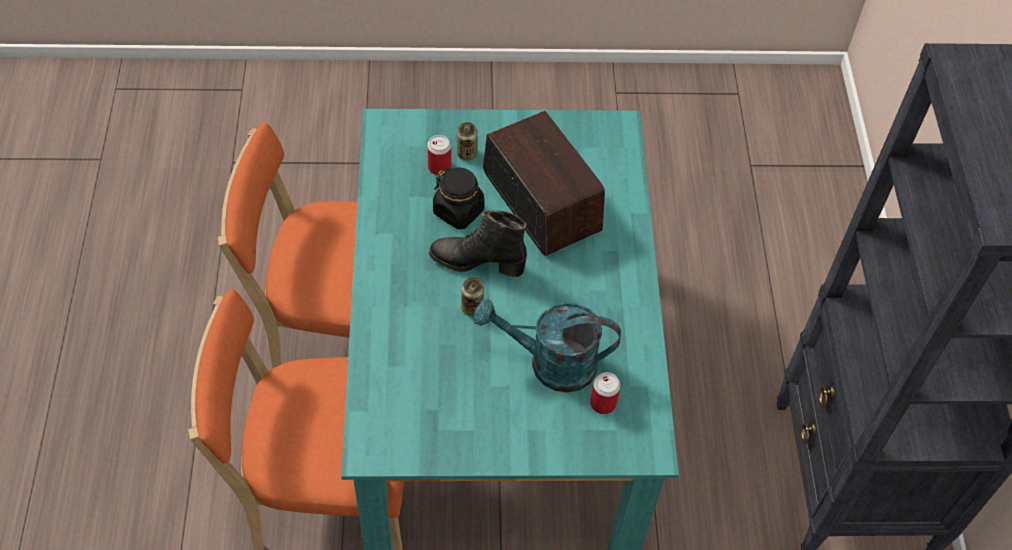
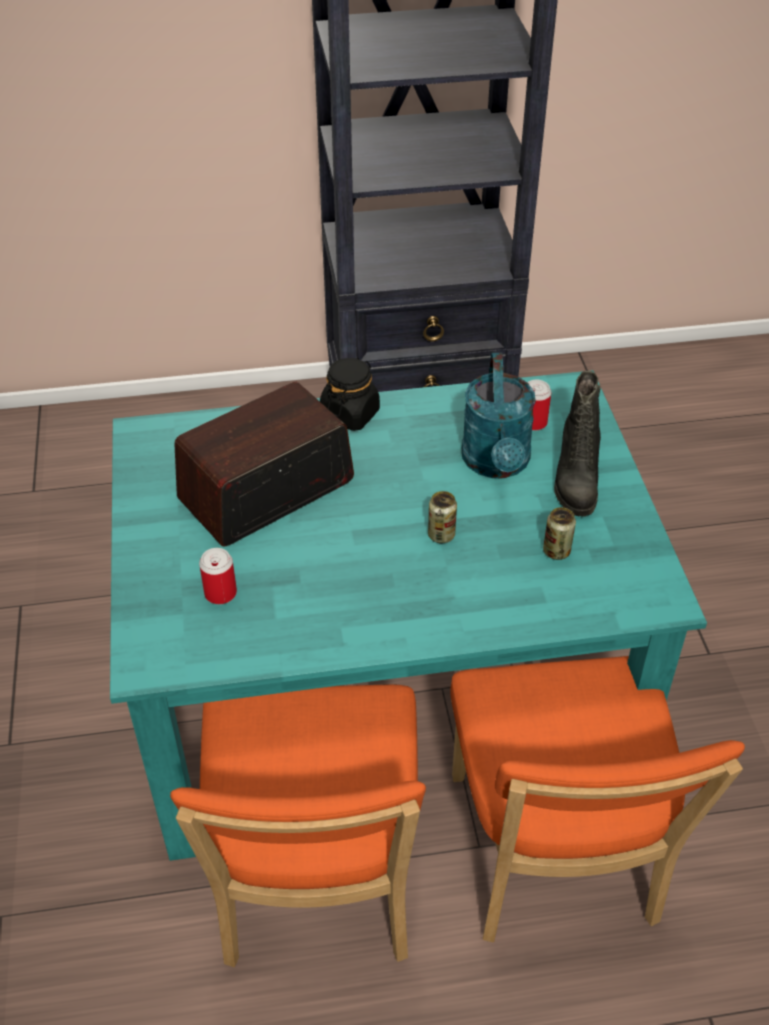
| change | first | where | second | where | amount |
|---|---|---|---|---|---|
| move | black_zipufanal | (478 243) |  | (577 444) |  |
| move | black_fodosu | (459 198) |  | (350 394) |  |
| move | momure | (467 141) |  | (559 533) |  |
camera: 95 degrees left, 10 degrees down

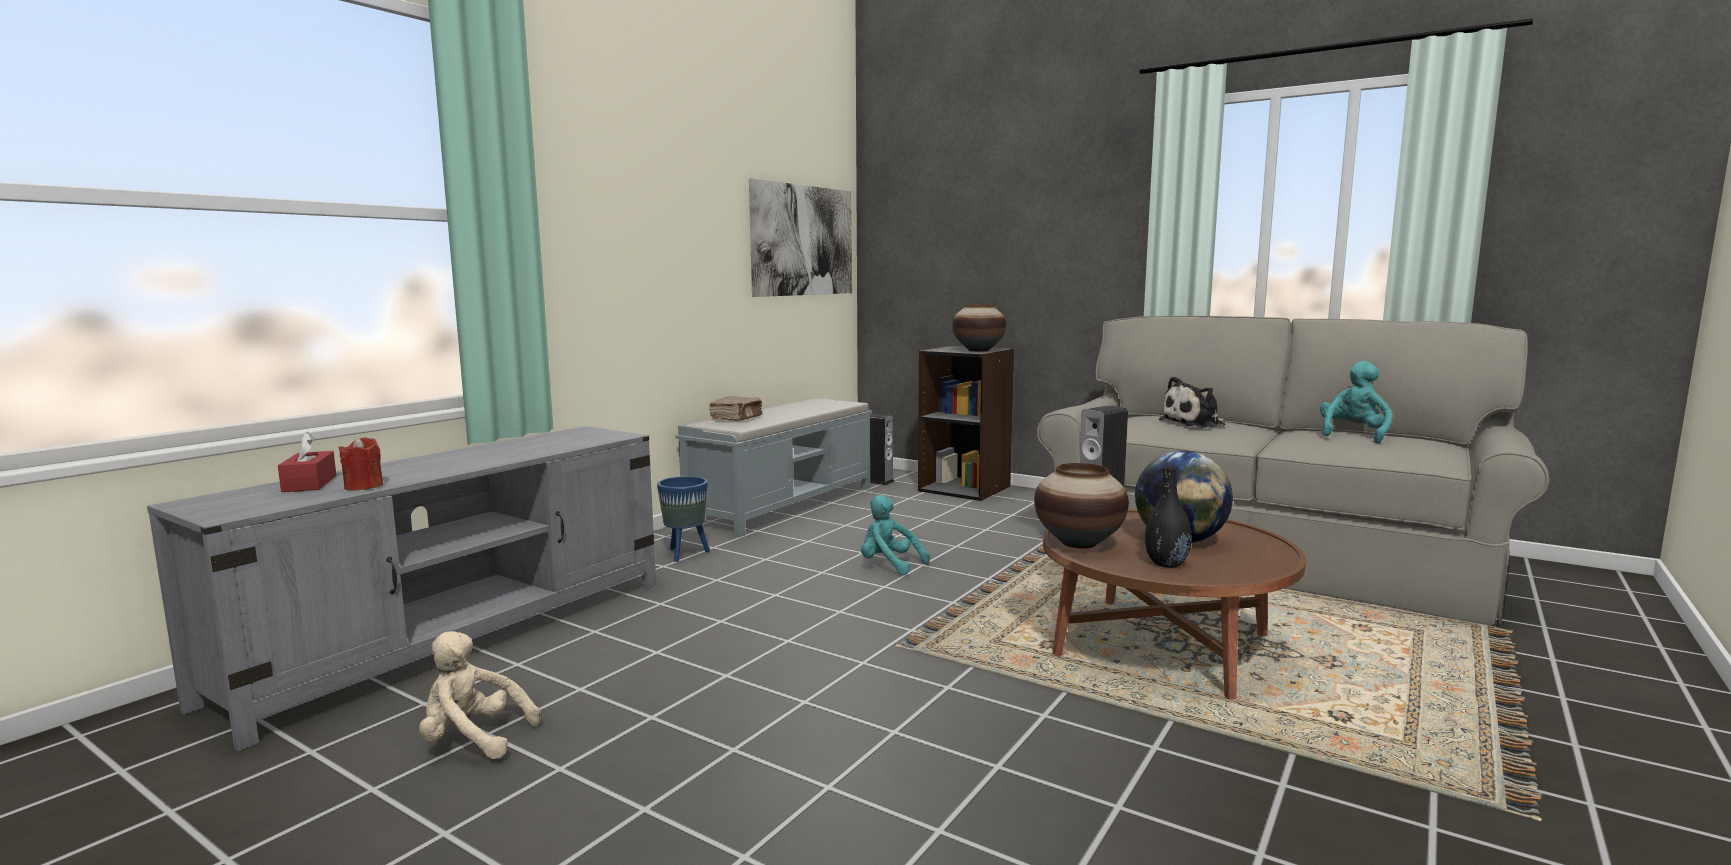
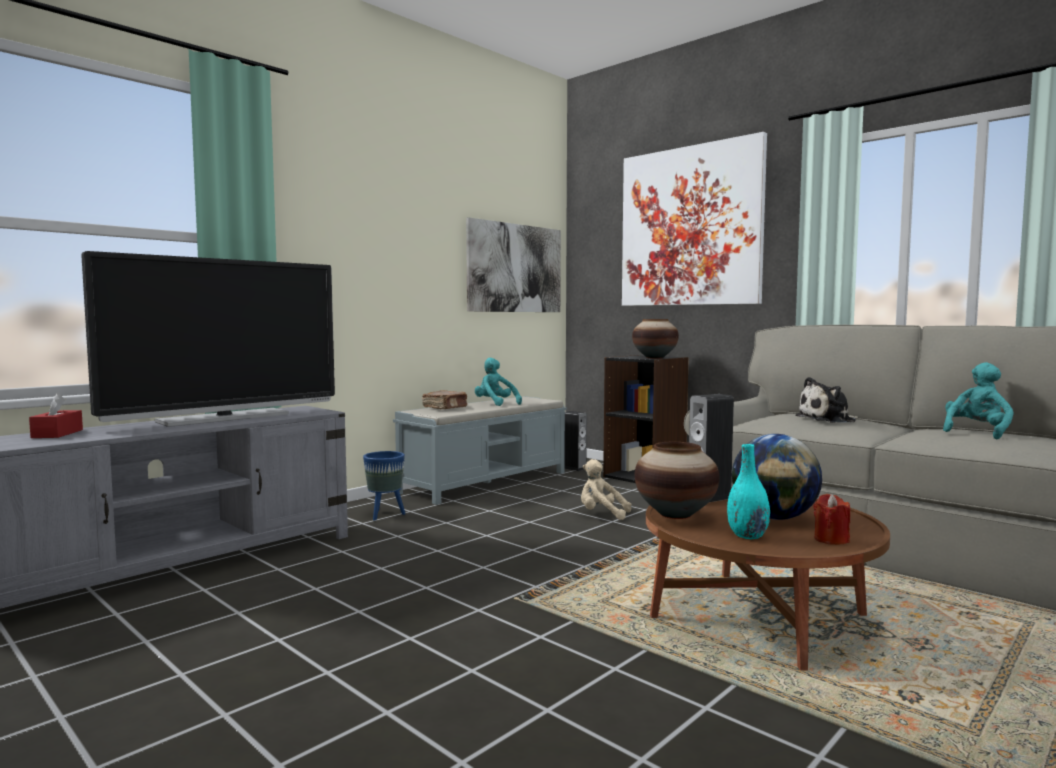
| change | first | where | second | where | amount |
|---|---|---|---|---|---|
| insert |  |  | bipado | (208 339) |  |
| insert |  |  | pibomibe | (694 219) |  |
| move | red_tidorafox | (361 464) |  | (831 519) |  |
| move | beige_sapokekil | (480 695) |  | (606 489) |  |
| move | turquoise_sapokekil | (895 535) |  | (498 381) |  |
| recolor | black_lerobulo | (1168 517) | turquoise_lerobulo | (748 491) |  |
camera: 10 degrees right, 5 degrees down

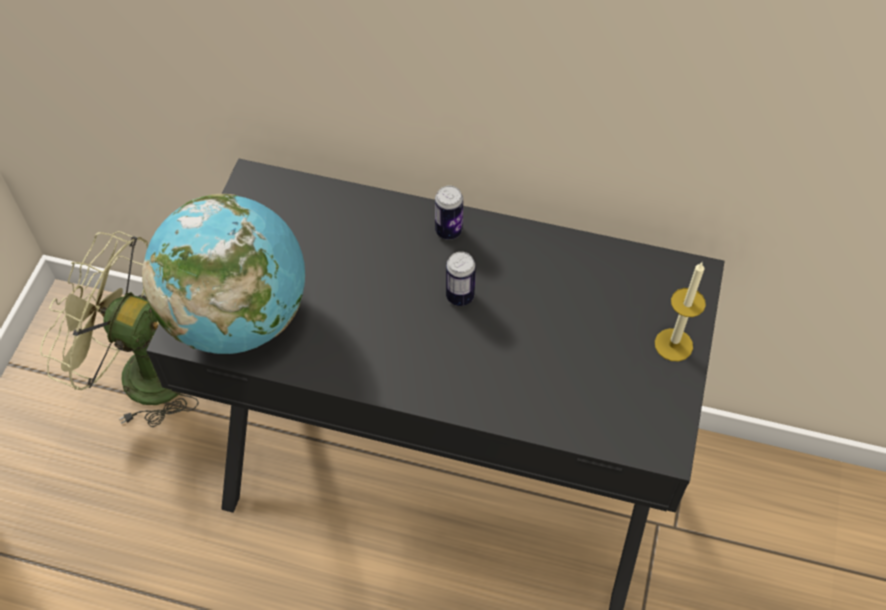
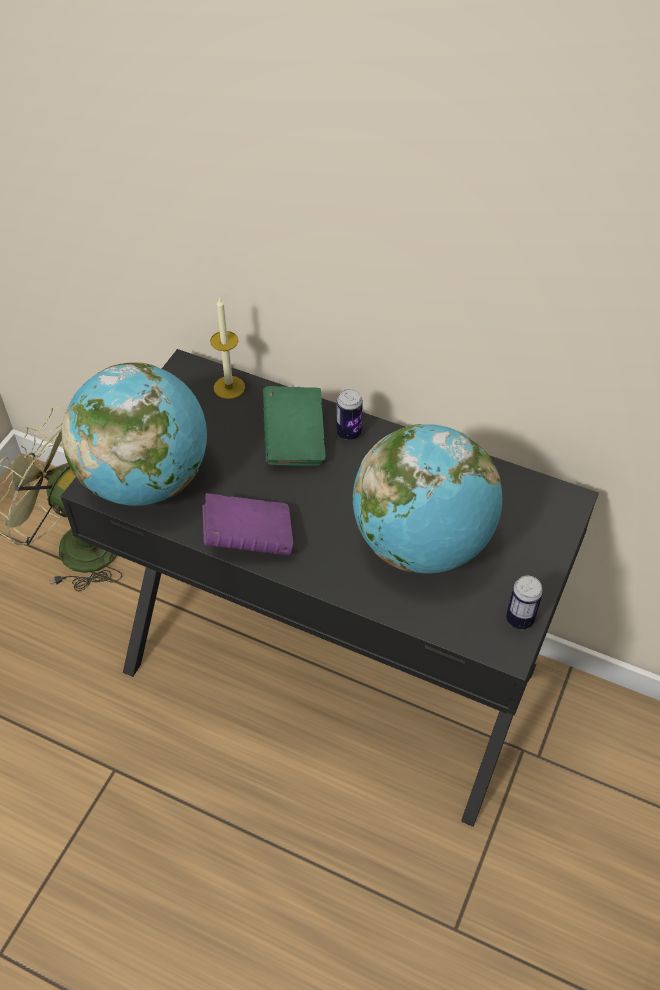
| change | first | where | second | where | amount |
|---|---|---|---|---|---|
| insert |  |  | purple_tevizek | (248 524) |  |
| insert |  |  | green_tevizek | (294 426) |  |
| insert |  |  | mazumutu | (427 499) |  |
| move | momure | (461 279) |  | (524 602) |  |
| move | tidorafox | (680 311) |  | (227 348) |  |
camera: 10 degrees right, 5 degrees down

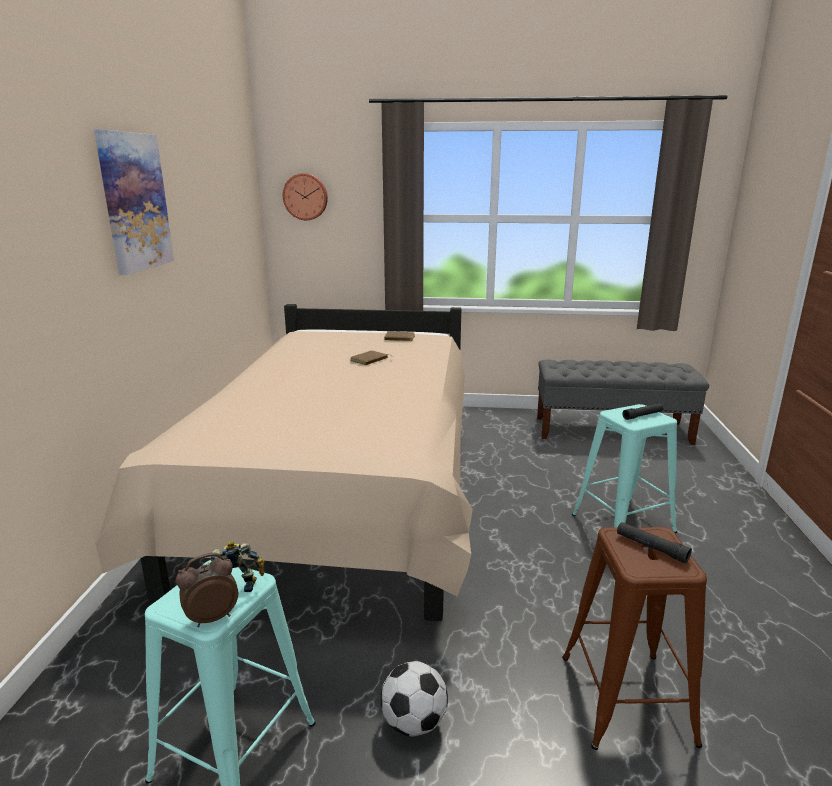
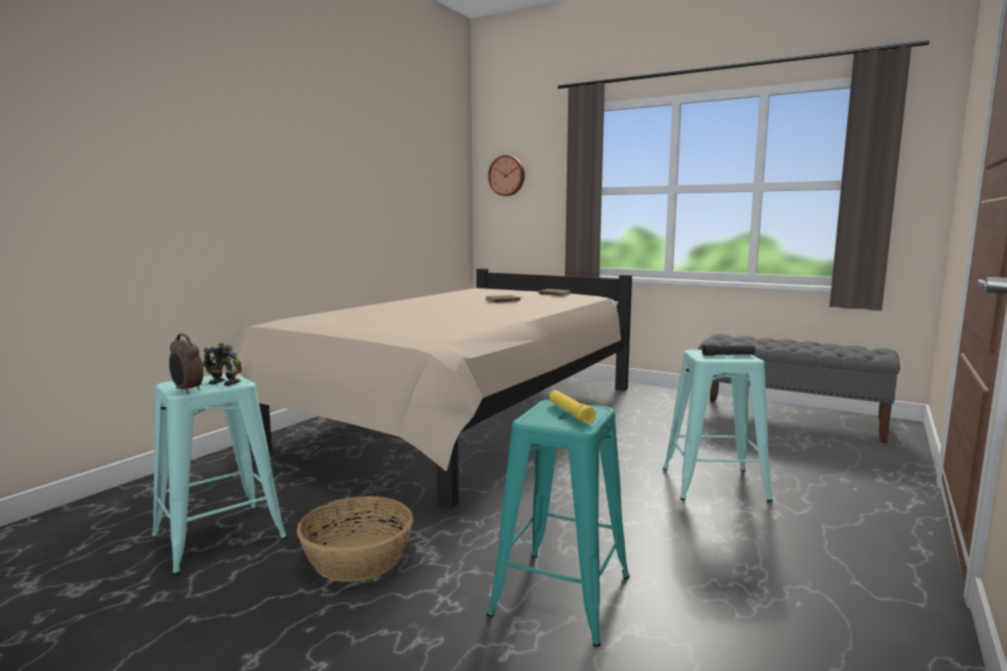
| change | first | where | second | where | amount |
|---|---|---|---|---|---|
| delete | pibomibe | (134 202) |  |  |  |
| replace | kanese | (414 699) | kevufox | (355 539) |  |
| recolor | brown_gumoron | (634 638) | turquoise_gumoron | (558 523) |  |
| recolor | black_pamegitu | (654 542) | yellow_pamegitu | (572 407) |  |
| rotate | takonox | (207 590) |  | (186 364) | 135 degrees counterclockwise |
camera: 25 degrees right, 10 degrees down

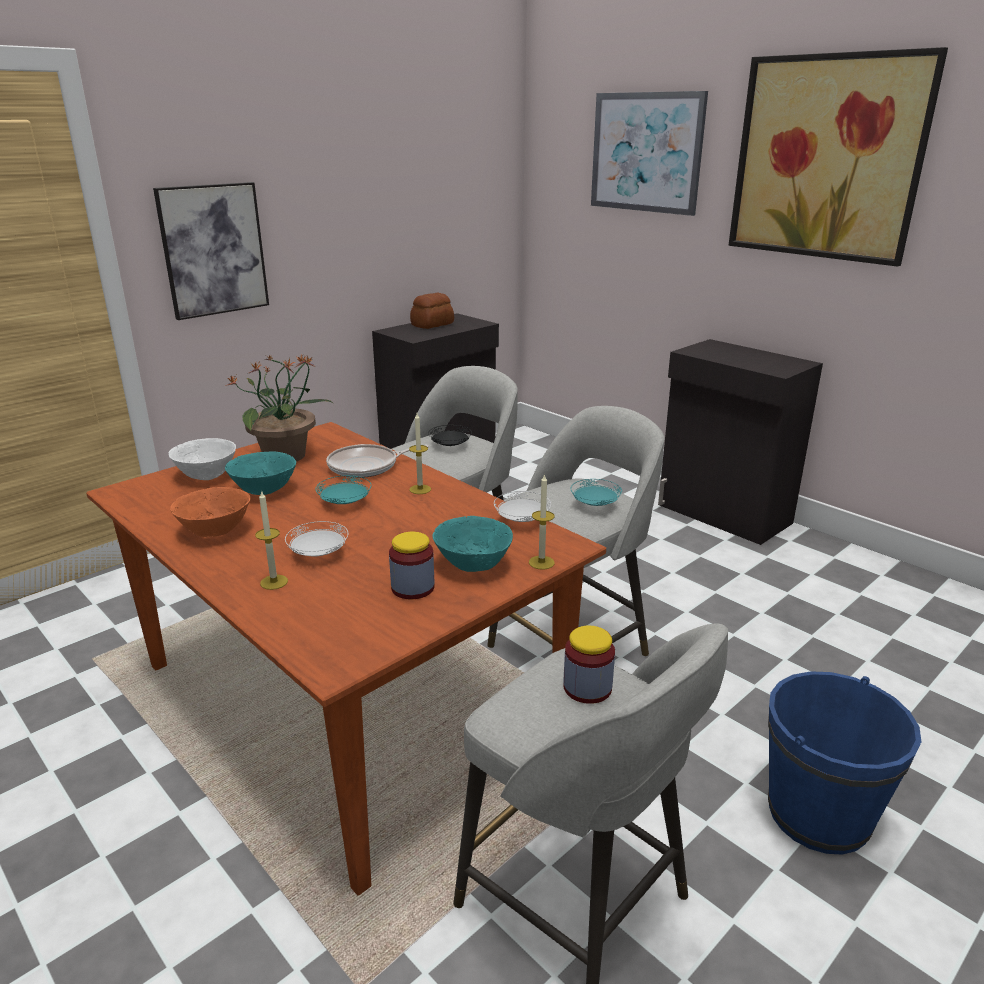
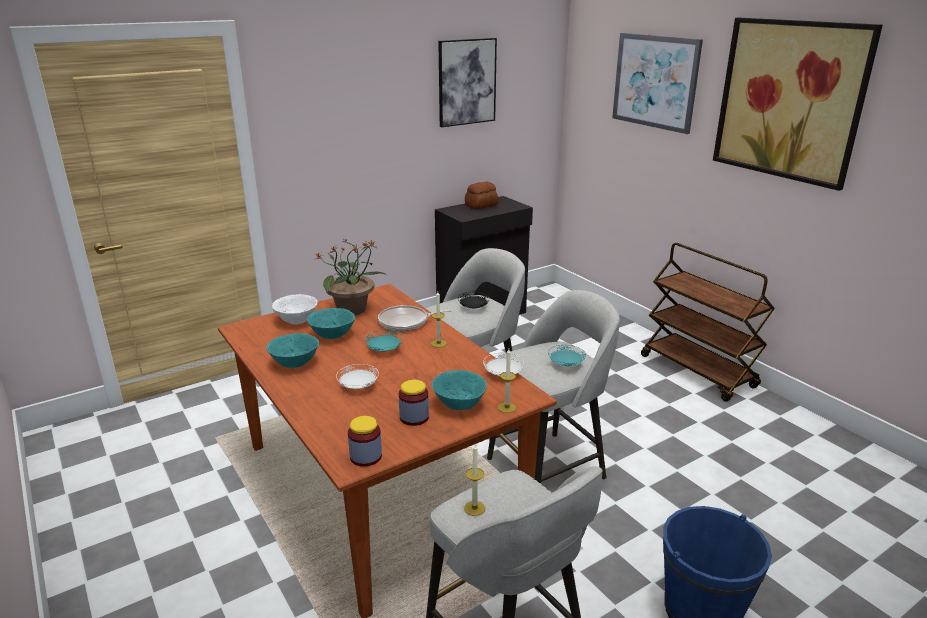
| change | first | where | second | where | amount |
|---|---|---|---|---|---|
| move | pibomibe | (211 251) |  | (467 82) |  |
| move | tidorafox | (271 540) |  | (474 480) |  |
| move | fodosu | (589 665) |  | (365 441) |  |
| replace | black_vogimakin | (740 442) | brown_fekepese | (708 322) |  |
| recolor | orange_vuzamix | (210 512) | turquoise_vuzamix | (292 350) |  |
camera: 10 degrees right, 0 degrees up

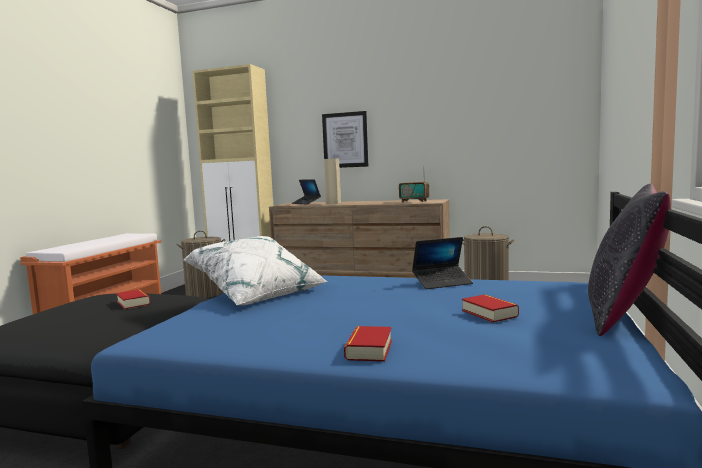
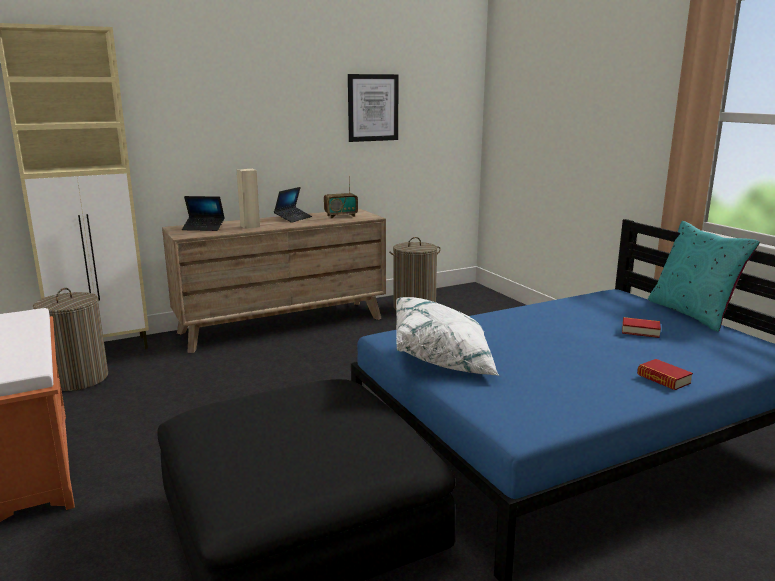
| change | first | where | second | where | amount |
|---|---|---|---|---|---|
| delete | tevizek | (133 299) |  |  |  |
| move | pibomibe | (345 139) |  | (373 108) |  |
| move | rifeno | (442 263) |  | (293 205) |  |
| recolor | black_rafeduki | (629 260) | turquoise_rafeduki | (703 276) |  |
camera: 45 degrees left, 10 degrees up

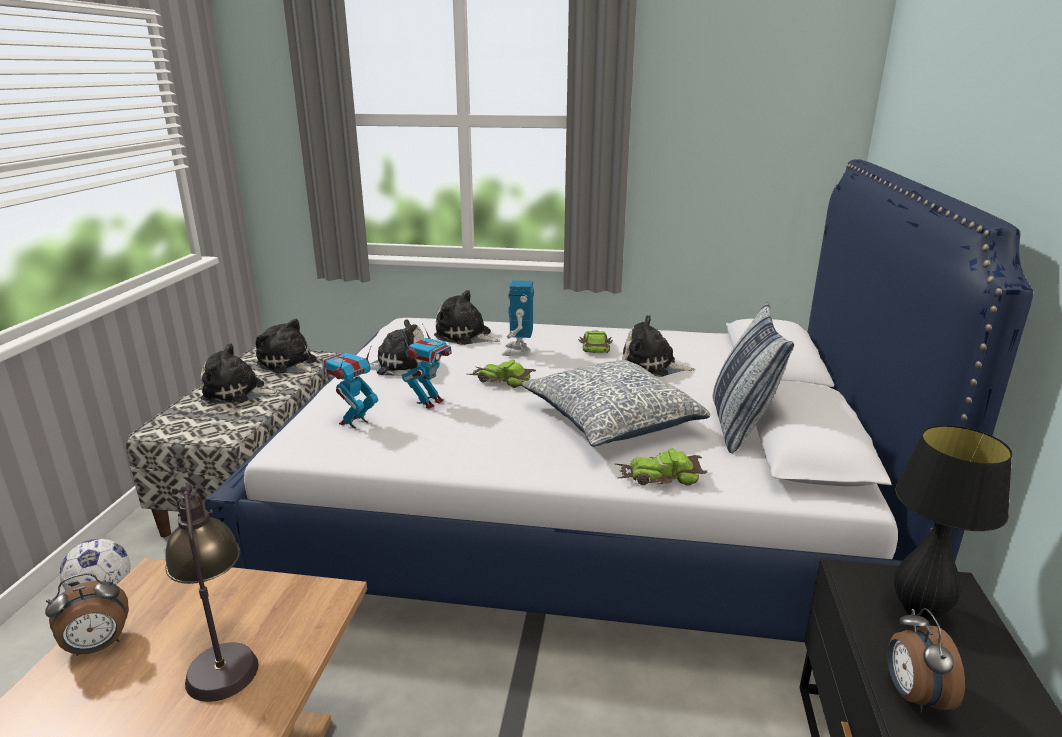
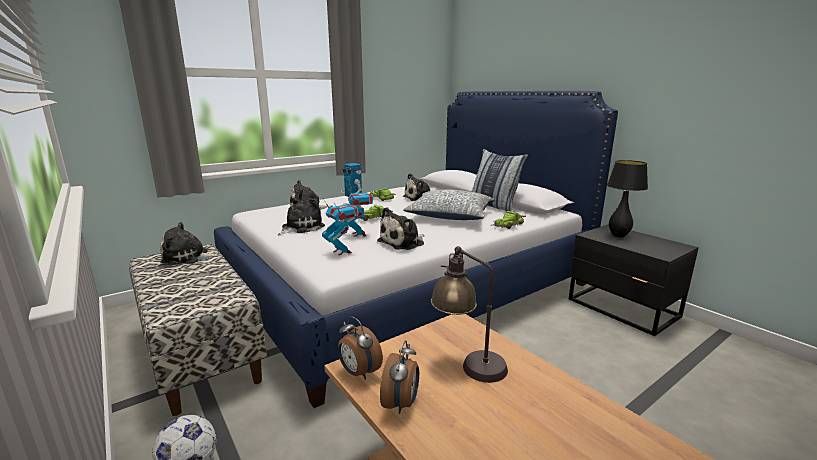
| change | first | where | second | where | amount |
|---|---|---|---|---|---|
| move | sapokekil | (240 373) |  | (400 228) |  |
| move | takonox | (926 660) |  | (360 348) |  |
| rotate | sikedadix | (350 387) |  | (340 227) | 150 degrees clockwise |
camera: 45 degrees left, 5 degrees down

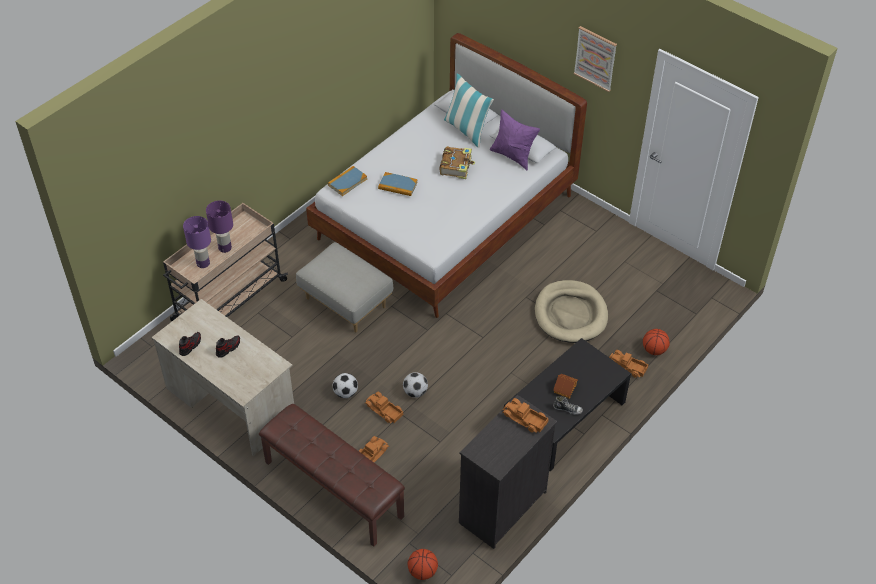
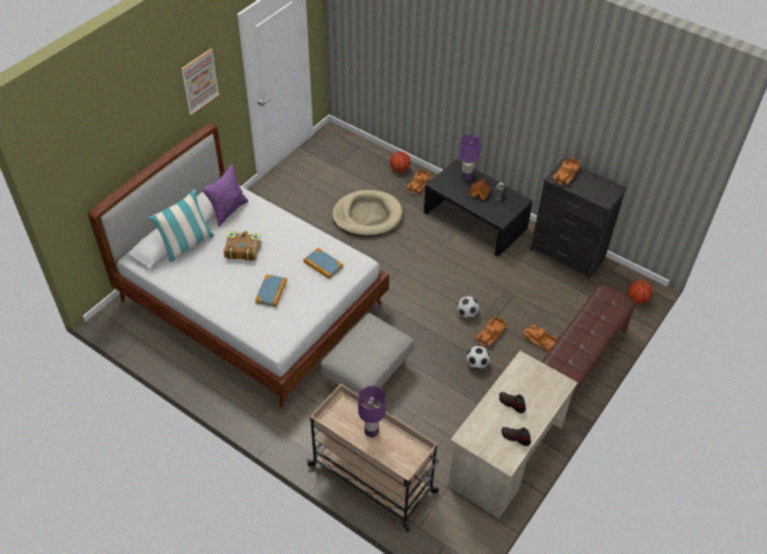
| change | first | where | second | where | amount |
|---|---|---|---|---|---|
| move | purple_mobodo | (197 242) |  | (470 157) |  |
| move | tevizek | (347 181) |  | (323 263) |  |
camera: 95 degrees left, 0 degrees up

